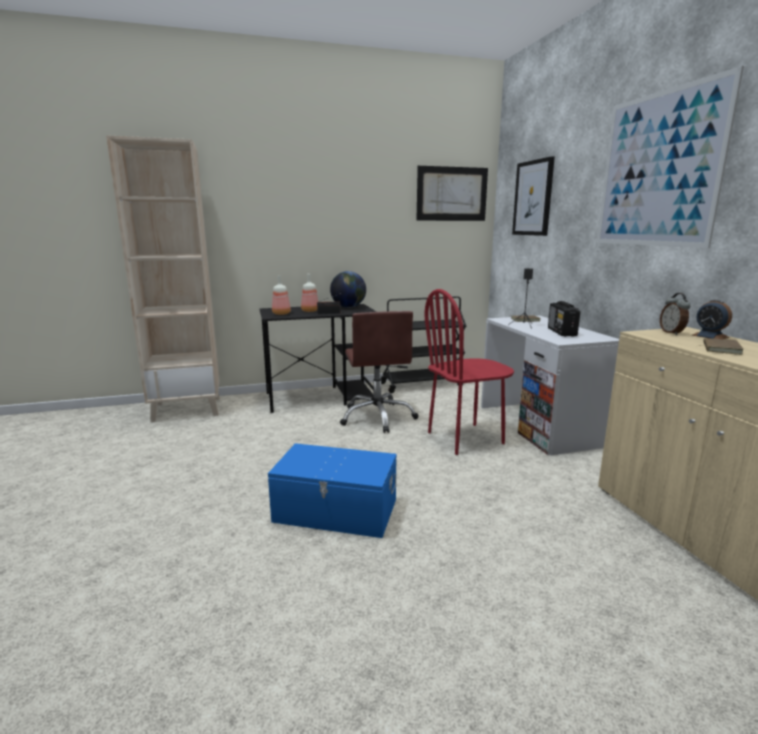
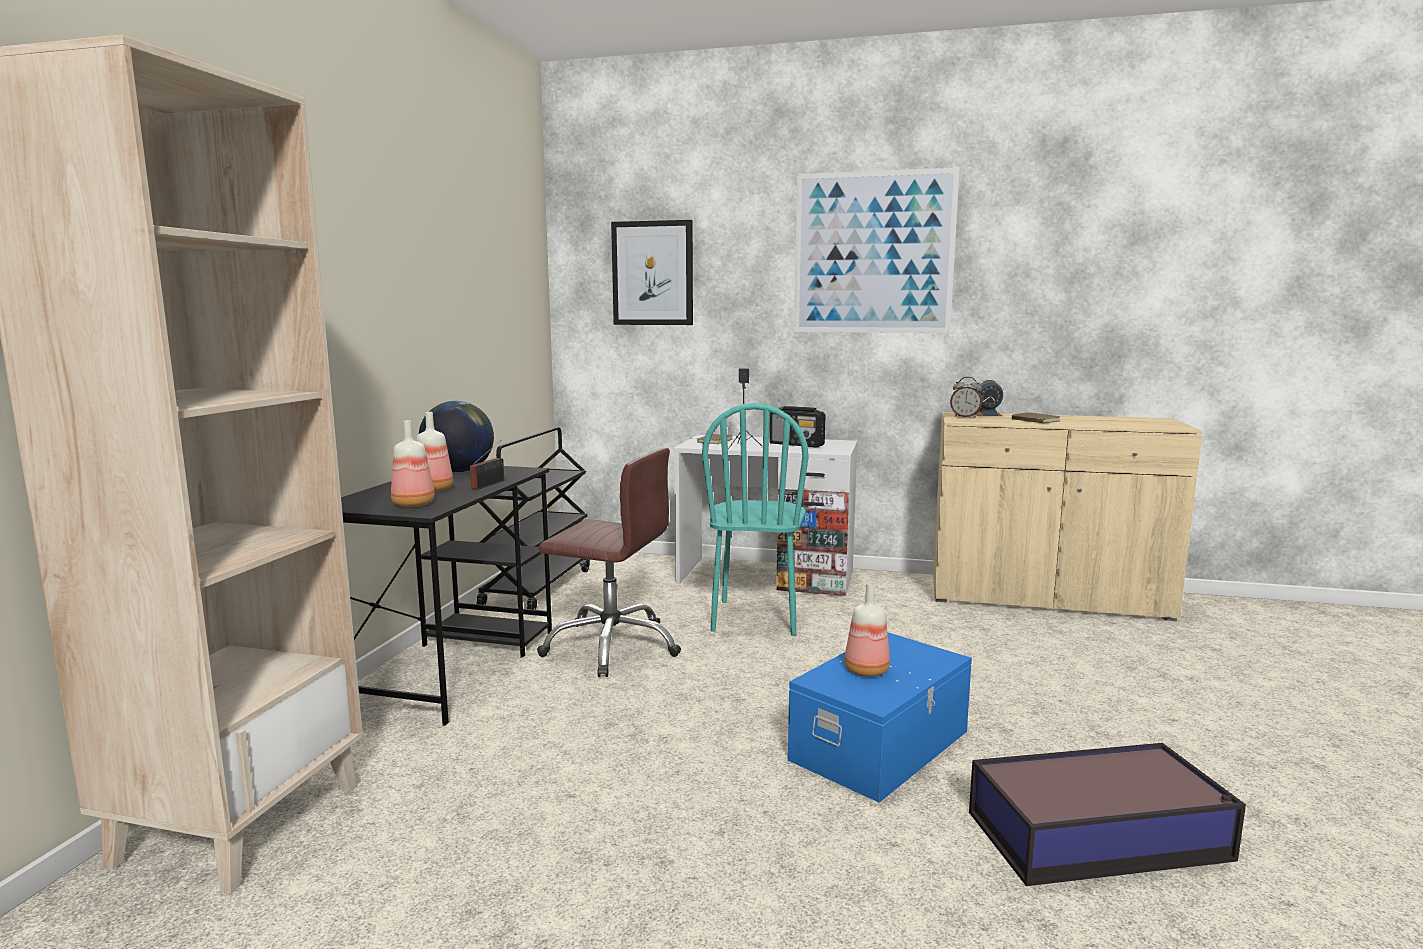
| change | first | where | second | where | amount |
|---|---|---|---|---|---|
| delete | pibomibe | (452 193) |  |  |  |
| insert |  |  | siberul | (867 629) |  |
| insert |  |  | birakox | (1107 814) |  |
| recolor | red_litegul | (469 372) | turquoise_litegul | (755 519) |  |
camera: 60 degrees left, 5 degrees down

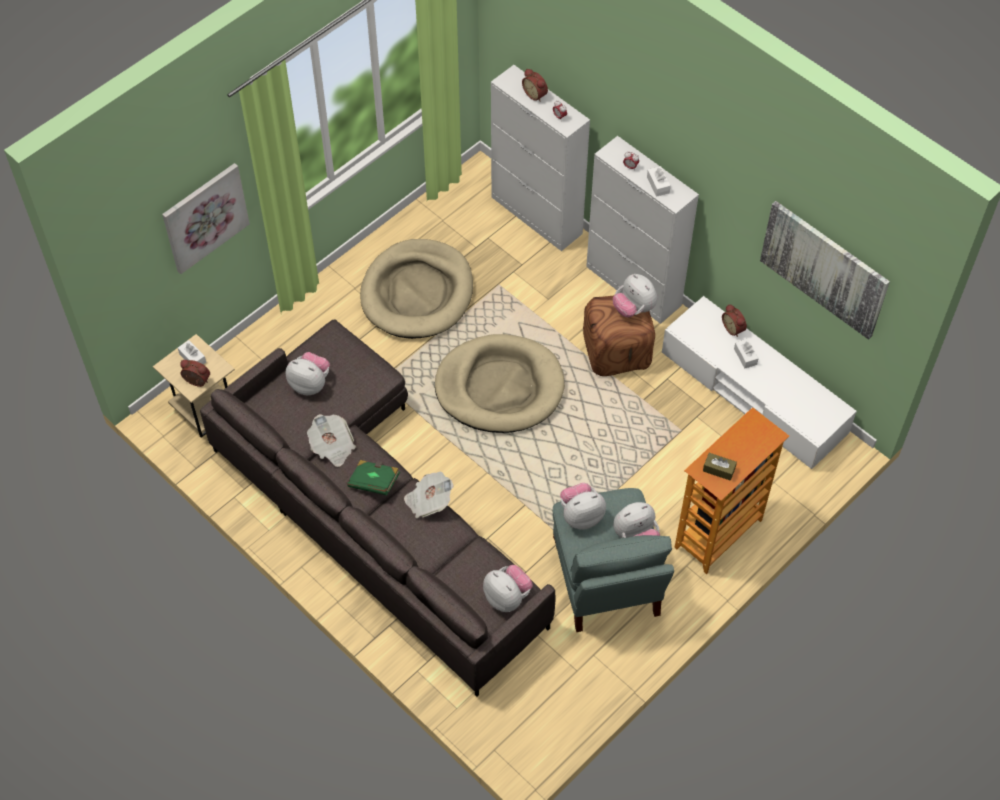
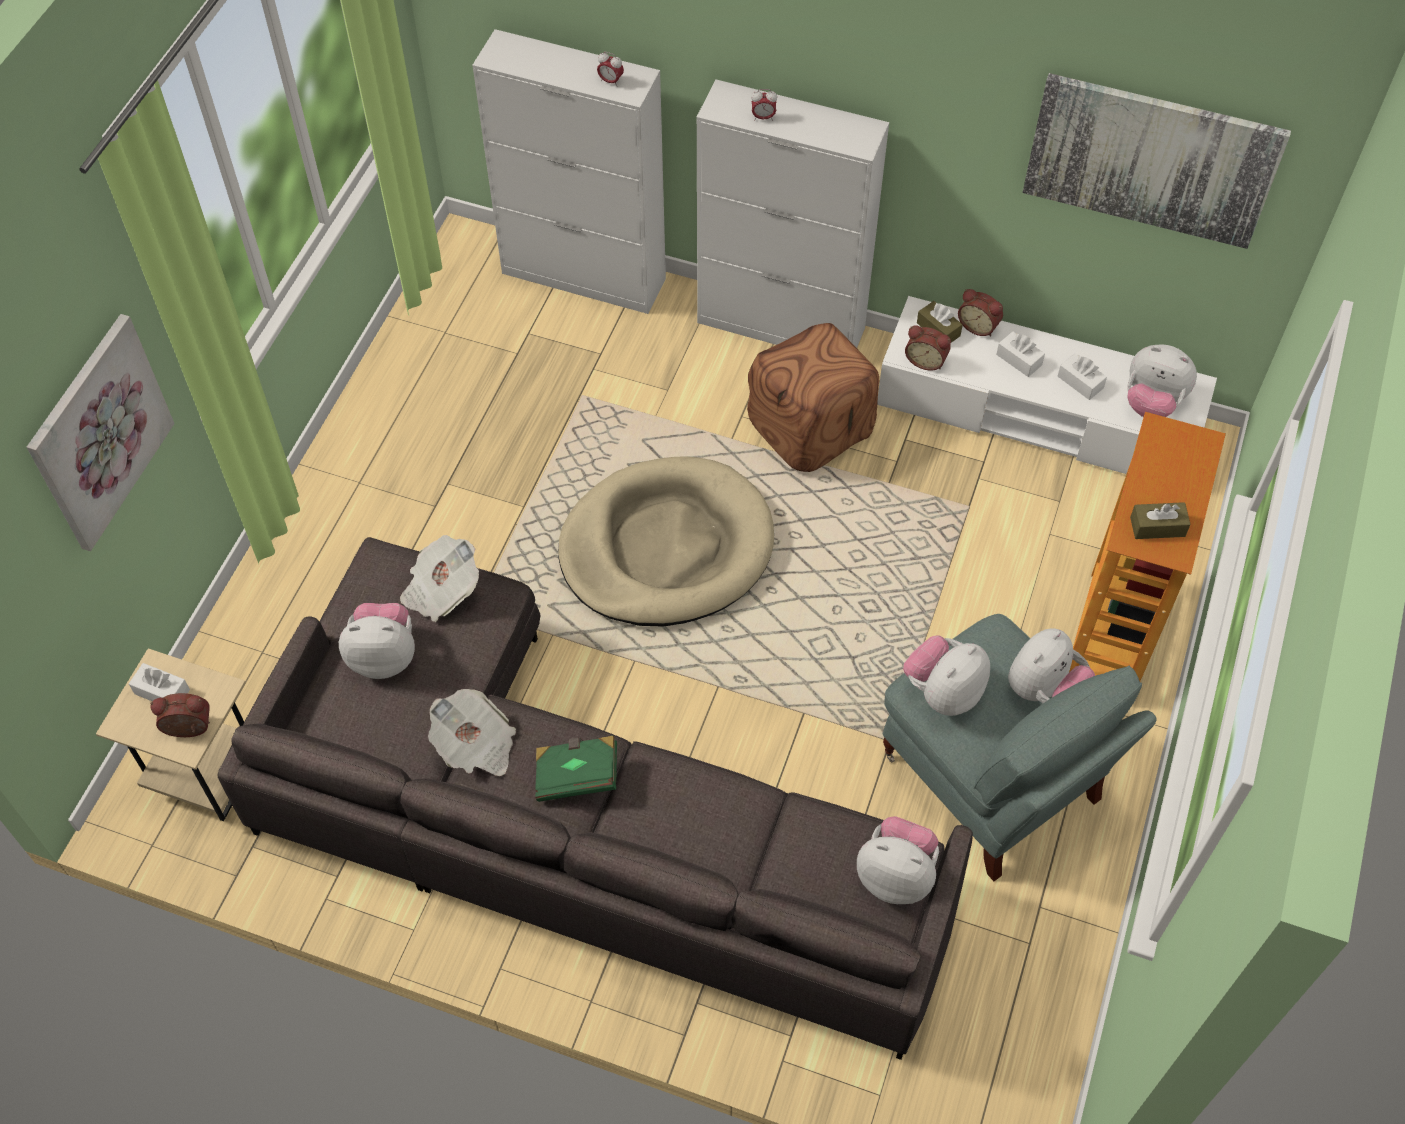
| change | first | where | second | where | amount |
|---|---|---|---|---|---|
| delete | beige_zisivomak | (416 289) |  |  |  |
| insert |  |  | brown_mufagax | (940 322) |  |
| move | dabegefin | (429 495) |  | (439 578) |  |
| move | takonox | (535 85) |  | (928 348) |  |
| move | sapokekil | (635 295) |  | (1162 380) |  |
| move | white_mufagax | (659 181) |  | (1082 376) |  |
camera: 25 degrees left, 0 degrees up

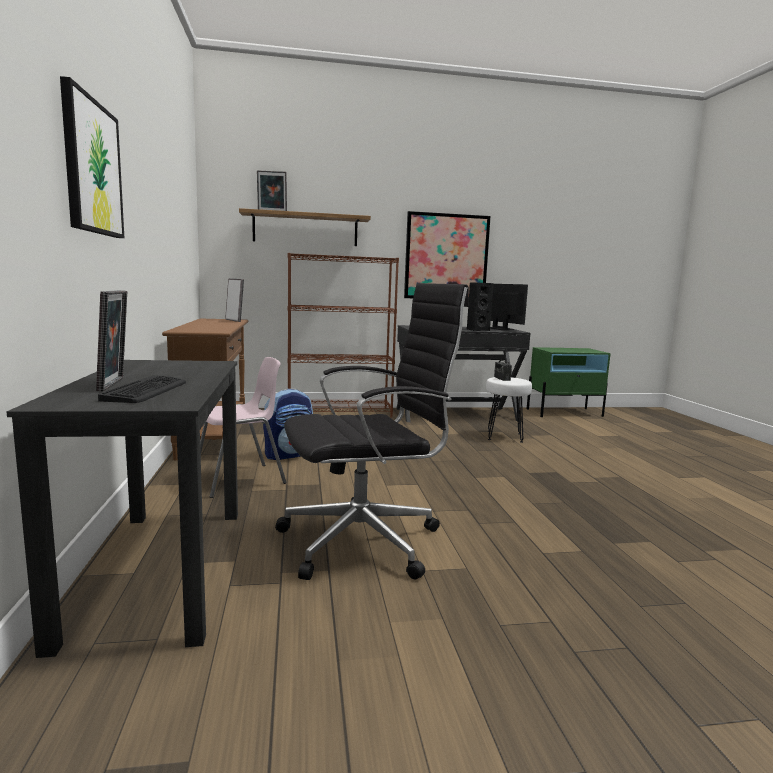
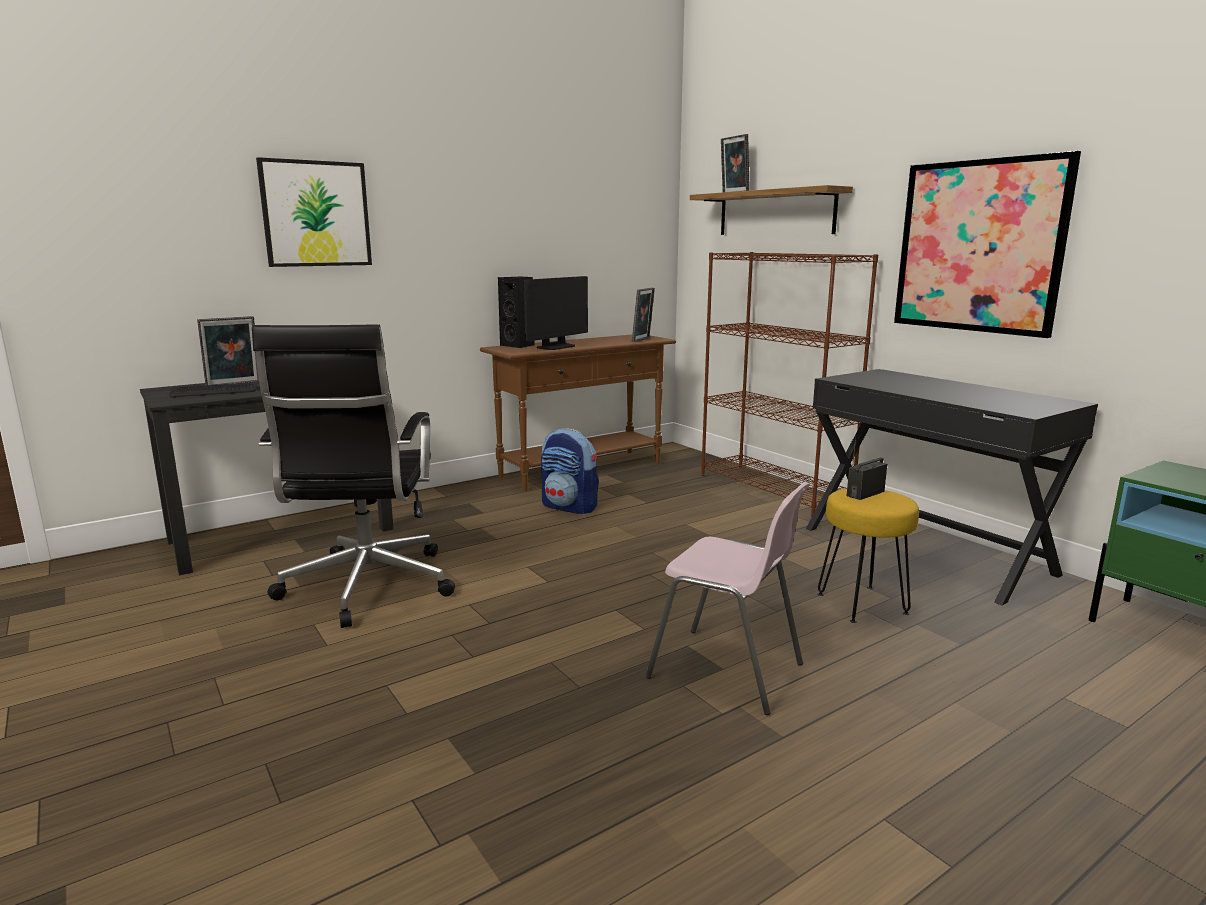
| change | first | where | second | where | amount |
|---|---|---|---|---|---|
| move | pink_litegul | (243 427) |  | (727 598) |  |
| move | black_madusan | (480 307) |  | (516 312) |  |
| move | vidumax | (509 307) |  | (556 313) |  |
| recolor | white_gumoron | (509 410) | yellow_gumoron | (868 556) |  |
| rotate | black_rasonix | (372 431) |  | (353 476) | 45 degrees clockwise |
camera: 65 degrees right, 5 degrees up

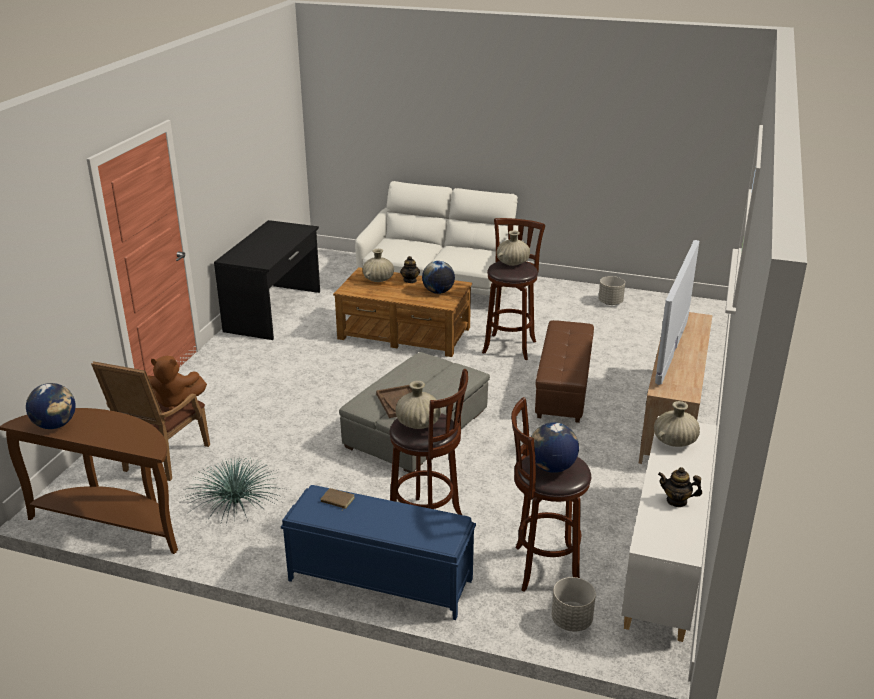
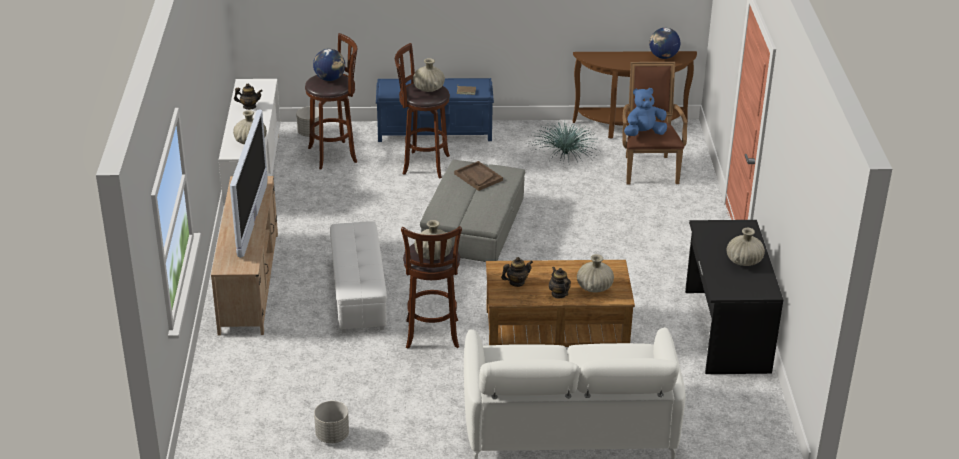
| change | first | where | second | where | amount |
|---|---|---|---|---|---|
| insert |  |  | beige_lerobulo | (745 247) |  |
| replace | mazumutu | (438 277) | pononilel | (517 272) |  |
| recolor | brown_sapokekil | (177 383) | blue_sapokekil | (645 112) |  |
| recolor | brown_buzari | (564 371) | white_buzari | (358 277) |  |
camera: 160 degrees right, 5 degrees up

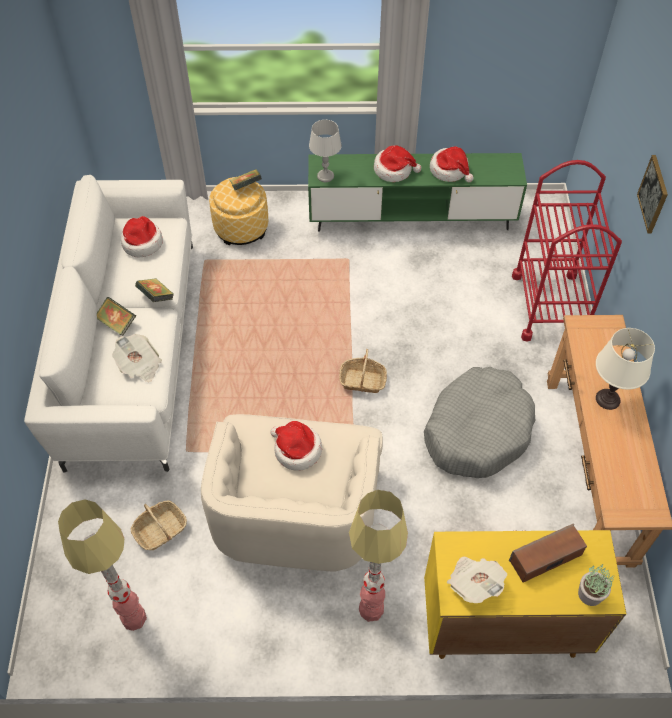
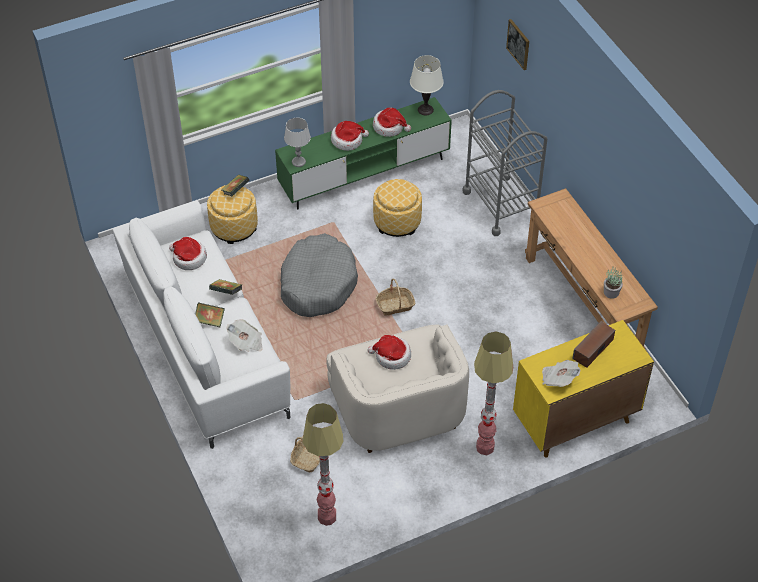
| change | first | where | second | where | amount |
|---|---|---|---|---|---|
| insert |  |  | buzari | (397 208) |  |
| move | grey_zisivomak | (479 422) |  | (319 275) |  |
| move | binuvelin | (595 584) |  | (613 283) |  |
| move | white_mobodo | (625 369) |  | (427 85) |  |
| move | pibomibe | (652 194) |  | (517 44) |  |
| recolor | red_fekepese | (567 251) | grey_fekepese | (505 163) |  |
camera: 25 degrees left, 5 degrees down

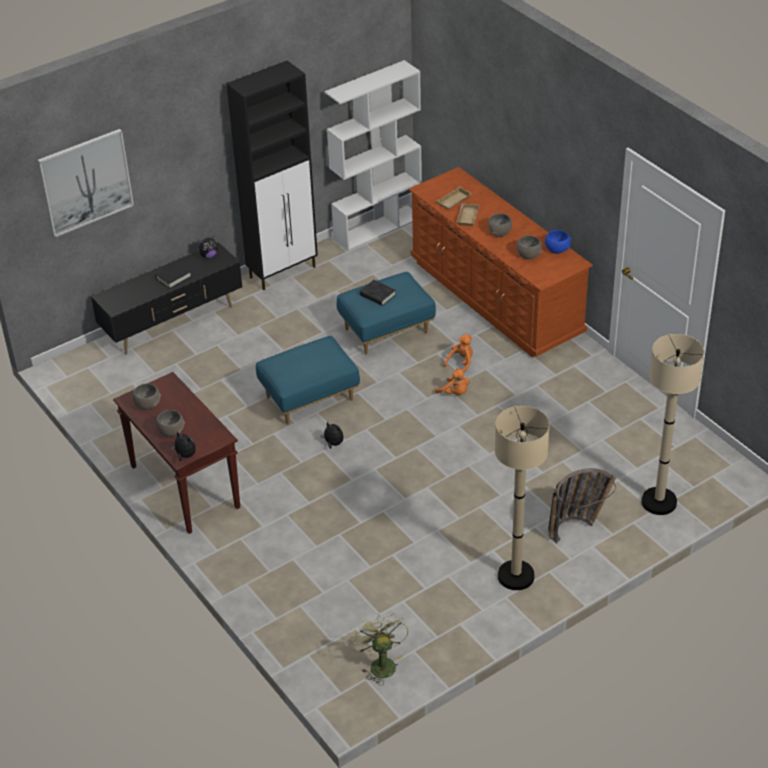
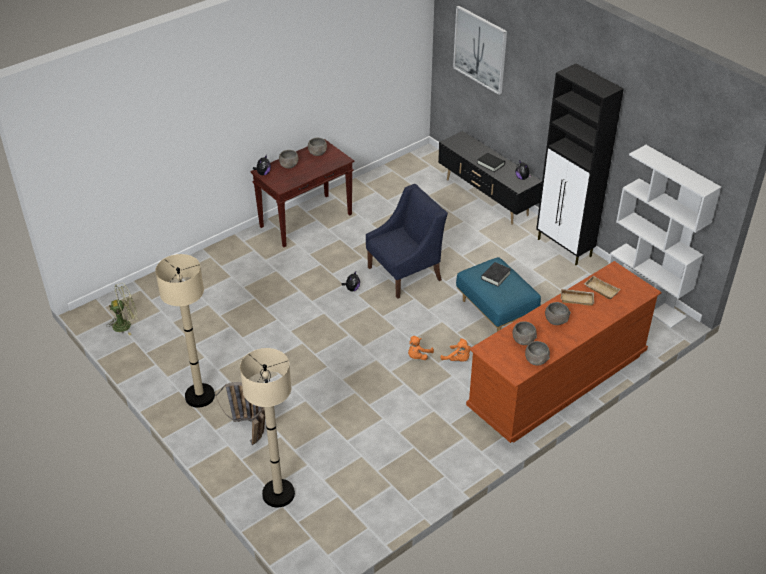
| change | first | where | second | where | amount |
|---|---|---|---|---|---|
| replace | blue_buzari | (308 380) | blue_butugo | (407 241) |  |
| recolor | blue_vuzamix | (558 242) | grey_vuzamix | (537 353) |  |
camera: 85 degrees right, 0 degrees up

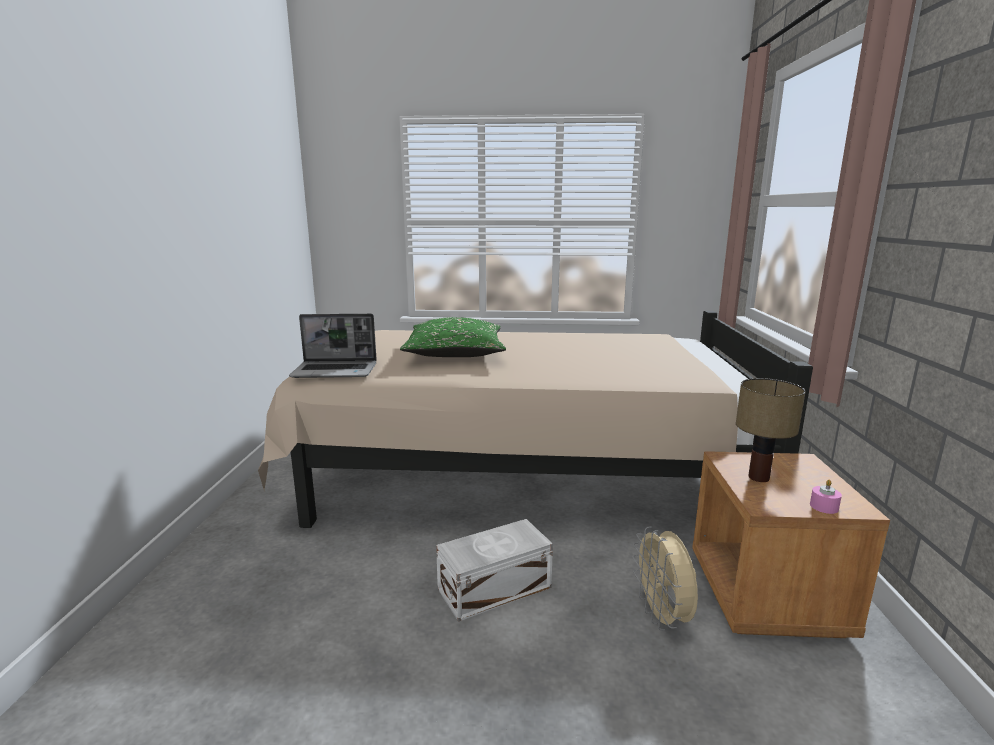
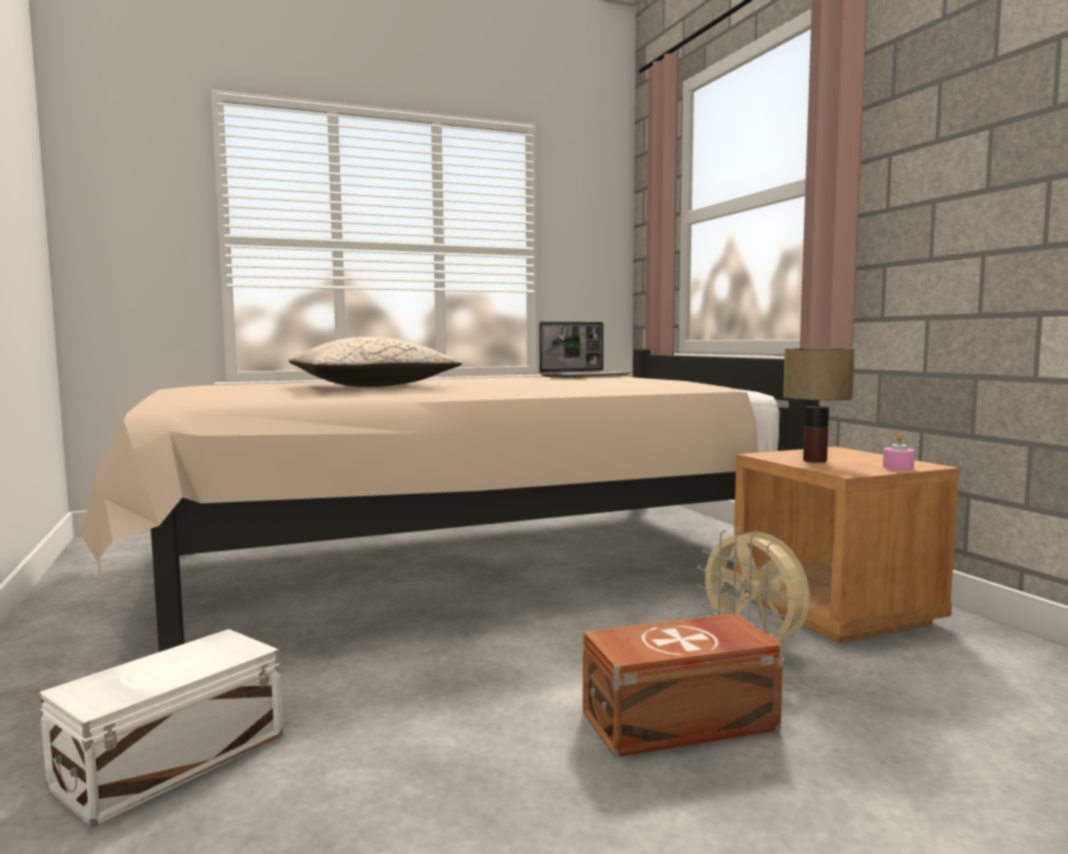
| change | first | where | second | where | amount |
|---|---|---|---|---|---|
| insert |  |  | brown_birakox | (683 686) |  |
| move | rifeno | (333 346) |  | (585 350) |  |
| move | white_birakox | (494 570) |  | (161 728) |  |
| recolor | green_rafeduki | (453 337) | beige_rafeduki | (375 362) |  |
camera: 25 degrees left, 10 degrees down

